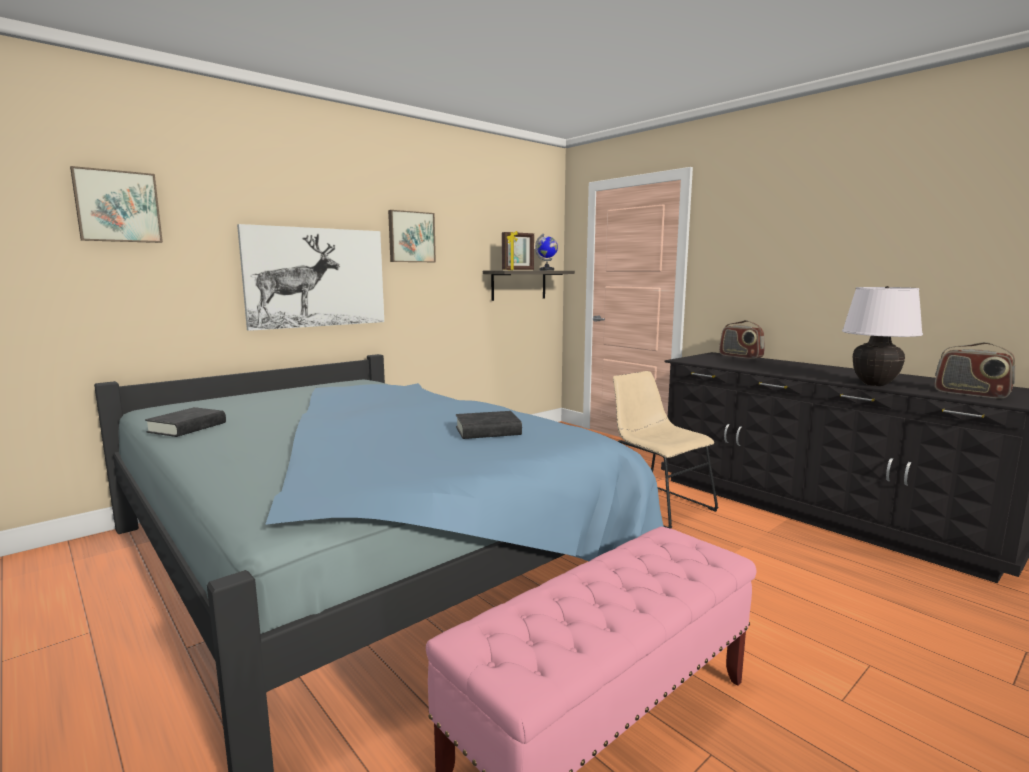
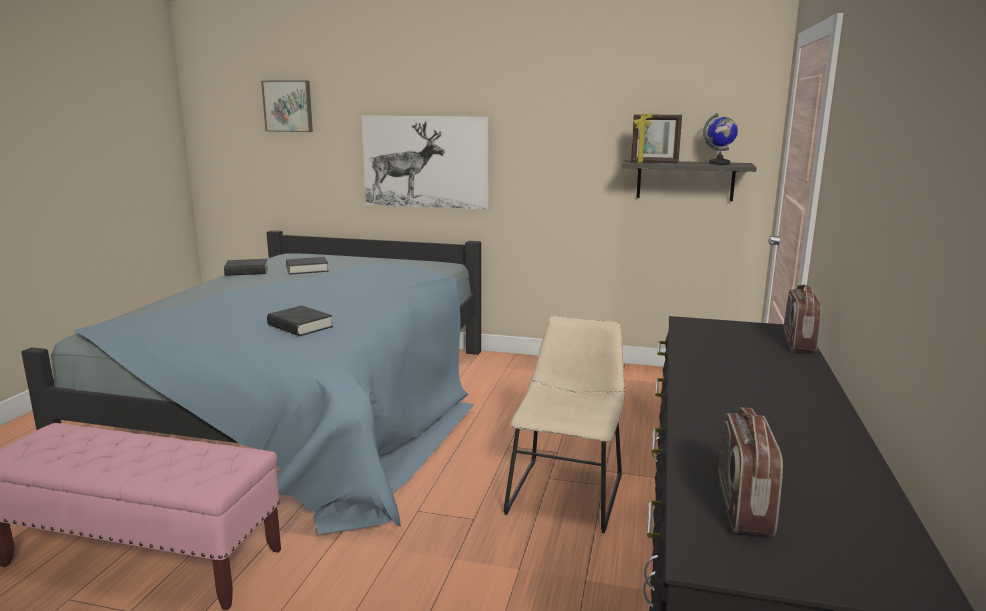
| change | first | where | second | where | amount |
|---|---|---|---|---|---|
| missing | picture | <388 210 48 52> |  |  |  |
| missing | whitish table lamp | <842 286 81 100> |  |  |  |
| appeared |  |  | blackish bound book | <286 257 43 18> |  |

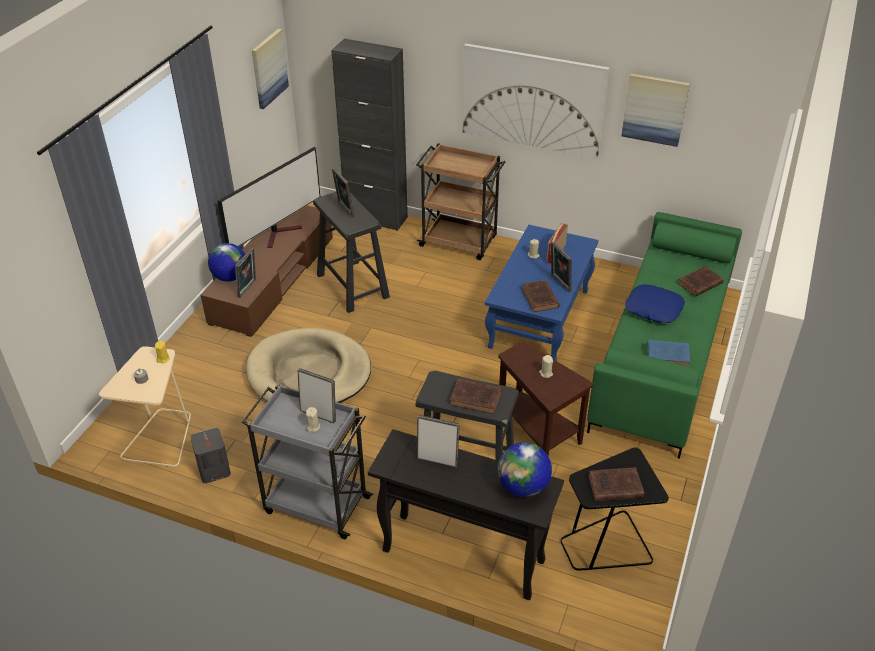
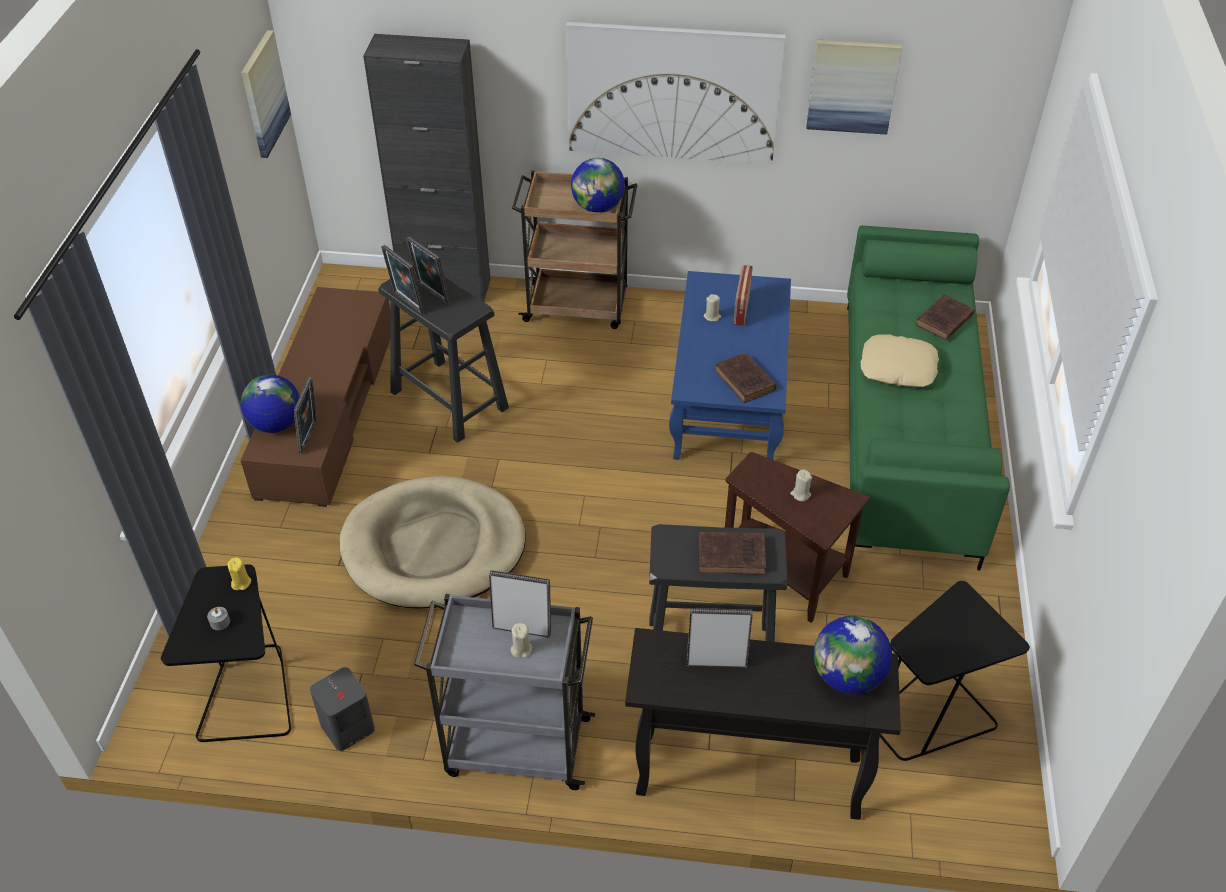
| change | first | where | second | where | amount |
|---|---|---|---|---|---|
| colour | sand-coloured accent table | <99 346 92 121> | blackish accent table | <161 564 130 178> |  |
| missing | TV | <218 147 102 101> |  |  |  |
| relocated | picture frame | <551 241 21 51> |  | <381 245 43 69> |  |
| missing | brown bound book | <588 467 56 34> |  |  |  |
| colour | blue-coloured cushion | <625 284 60 39> | sand-coloured cushion | <861 335 78 52> |  |
| missing | blue-coloured bound book | <647 340 43 26> |  |  |  |
| appeared |  |  | globe | <571 158 54 54> |  |

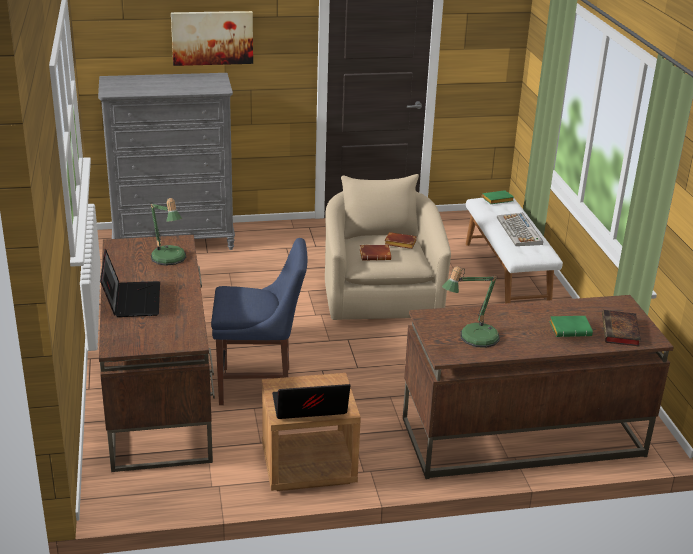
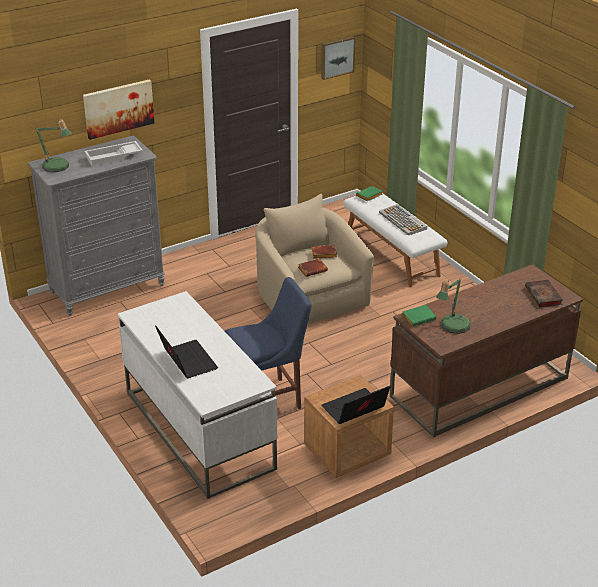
| change | first | where | second | where | amount |
|---|---|---|---|---|---|
| colour | brown desk | <99 235 116 237> | whitish desk | <118 291 159 208> |  |
| relocated | table lamp | <150 198 36 68> |  | <35 119 37 53> |  |
| relocated | green bound book | <549 316 44 21> |  | <402 305 34 22> |  |
| appeared |  |  | whitish carrying tray | <85 141 58 25> |  |
| appeared |  |  | picture | <321 36 34 44> |  |

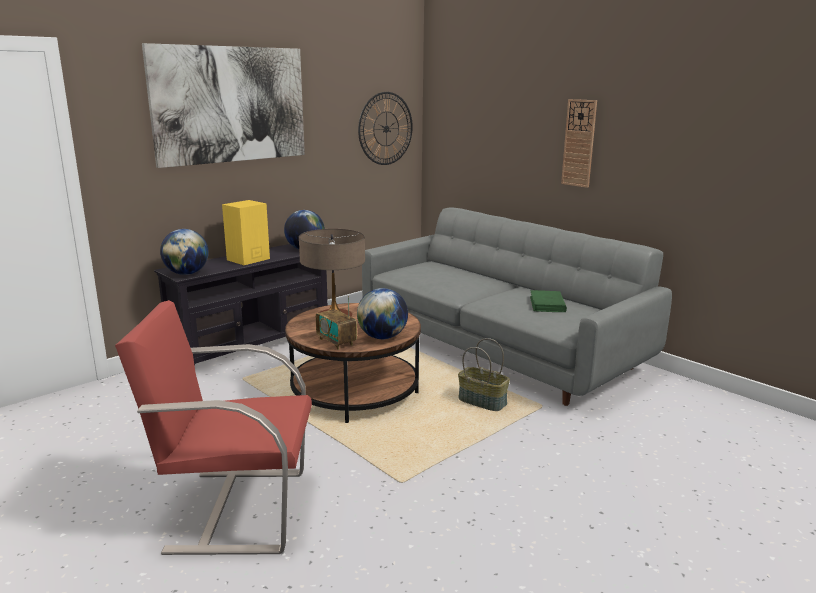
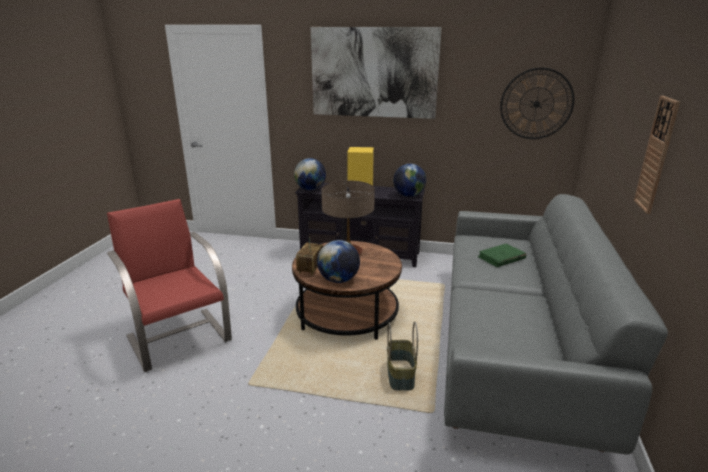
| change | first | where | second | where | amount |
|---|---|---|---|---|---|
| relocated | green bound book | <530 290 37 22> |  | <477 244 49 23> |  |

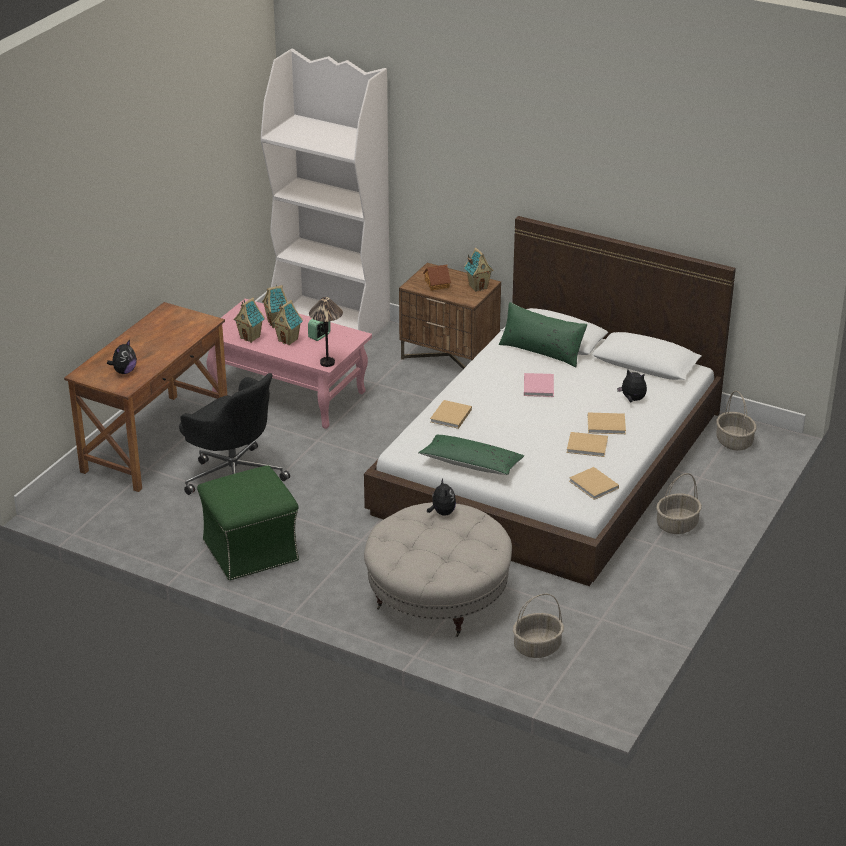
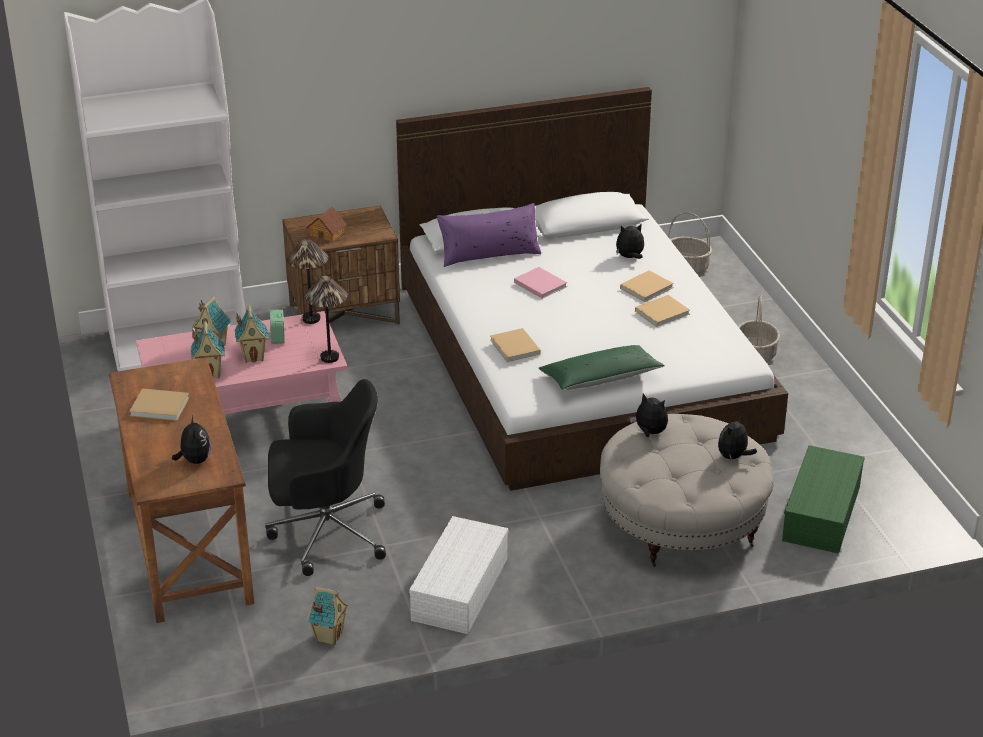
| change | first | where | second | where | amount |
|---|---|---|---|---|---|
| exchanged | green pouffe | <197 465 102 115> | whitish storage bin | <409 516 100 118> |  |
| relocated | miniature house | <464 247 30 45> |  | <306 587 43 58> |  |
| colour | green cushion | <498 302 89 66> | purplish cushion | <437 203 104 64> |  |
| exchanged | basket | <513 594 51 64> | green storage bin | <782 445 83 109> |  |
| relocated | sand-coloured bound book | <569 467 50 33> |  | <129 388 60 33> |  |
| appeared |  |  | table lamp | <287 239 41 85> |  |
| appeared |  |  | plush toy | <718 415 39 45> |  |

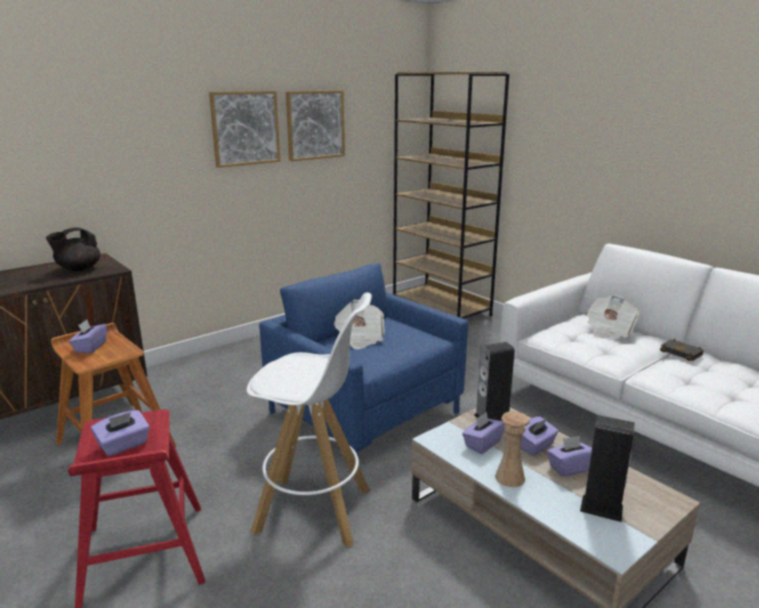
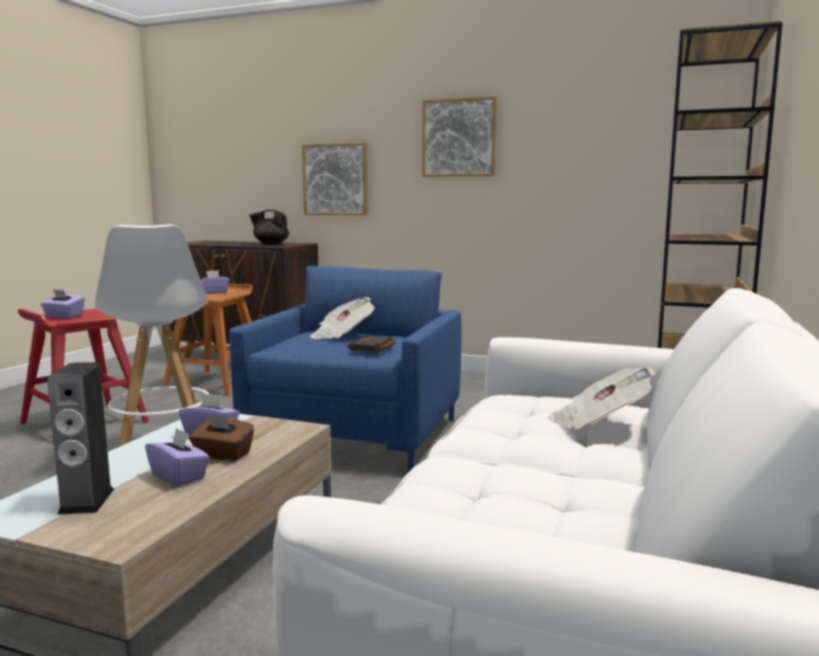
| change | first | where | second | where | amount |
|---|---|---|---|---|---|
| relocated | picture | <286 90 59 71> |  | <302 143 66 72> |  |
| missing | speaker | <474 342 41 79> |  |  |  |
| missing | sand-coloured vase | <495 411 35 76> |  |  |  |
| colour | purplish tissue box | <521 416 38 40> | brown tissue box | <189 414 65 48> |  |
| relocated | blackish bound book | <660 339 44 22> |  | <347 334 49 19> |  |

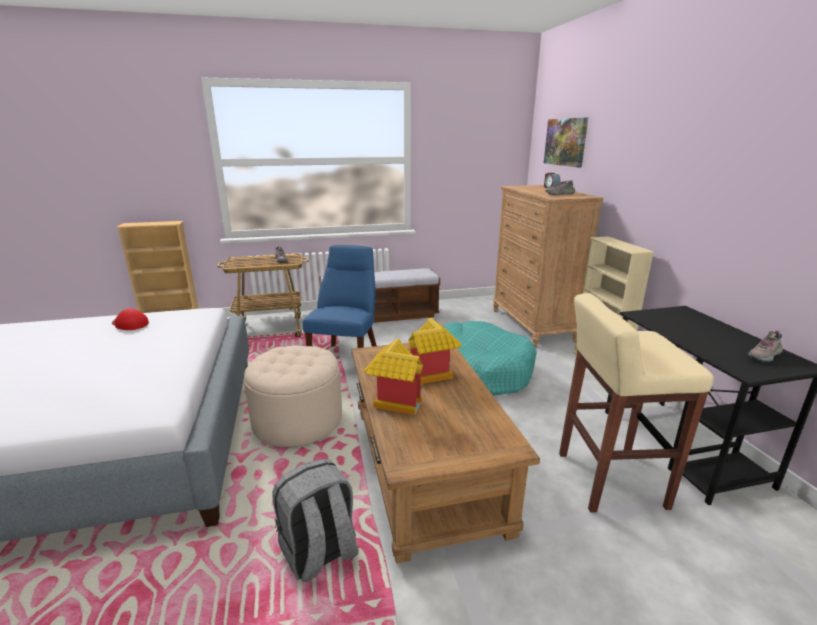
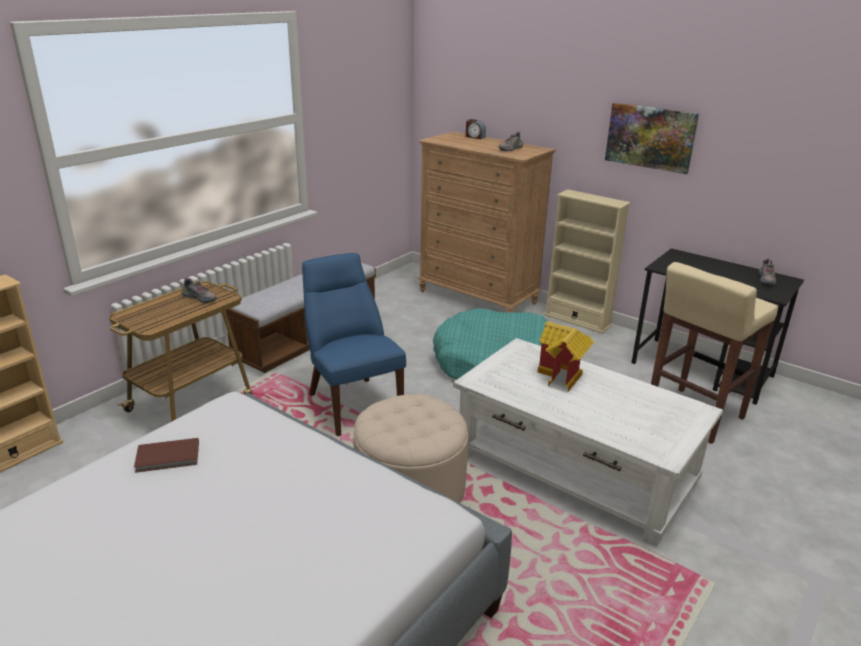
| change | first | where | second | where | amount |
|---|---|---|---|---|---|
| exchanged | red-coloured baseball cap | <112 308 37 22> | brown bound book | <134 438 65 35> |  |
| missing | grey knapsack | <272 459 87 123> |  |  |  |
| colour | brown low table | <351 343 189 220> | whitish low table | <453 338 270 209> |  |
| missing | miniature house | <364 338 59 77> |  |  |  |
| relocated | picture | <544 118 44 49> |  | <605 103 94 71> |  |

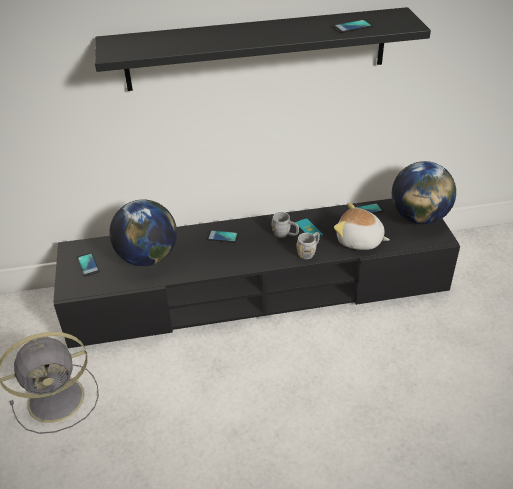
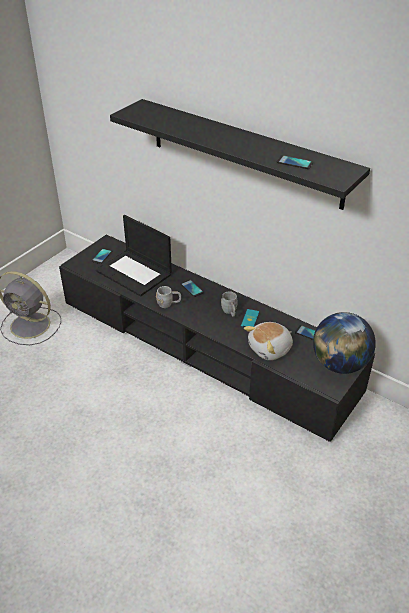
| change | first | where | second | where | amount |
|---|---|---|---|---|---|
| exchanged | globe | <109 199 68 67> | portable computer | <96 215 76 82> |  |
| relocated | grey mug | <296 232 24 27> |  | <156 286 25 22> |  |
| spun | plush toy | <334 202 56 48> |  | <244 322 49 38> | 105 degrees counterclockwise |

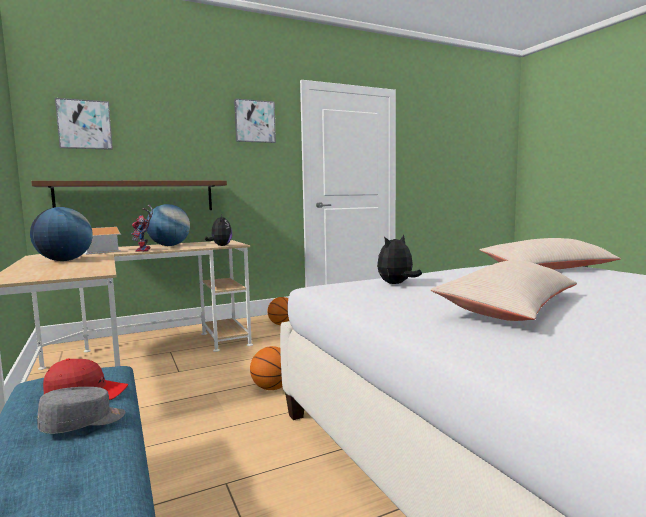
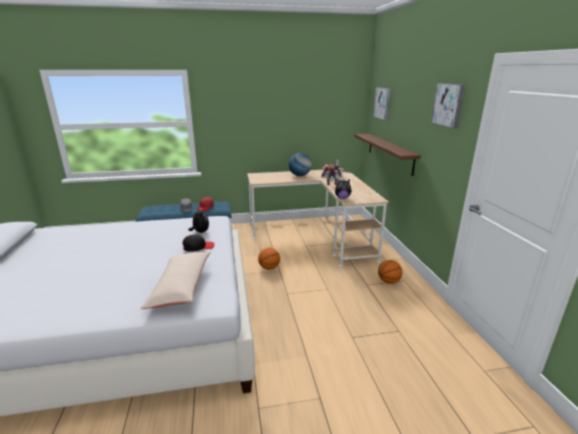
| change | first | where | second | where | amount |
|---|---|---|---|---|---|
| missing | globe | <146 204 44 42> |  |  |  |
| missing | sand-coloured cushion | <431 260 146 61> |  |  |  |
| appeared |  |  | blackish baseball cap | <182 234 33 18> |  |

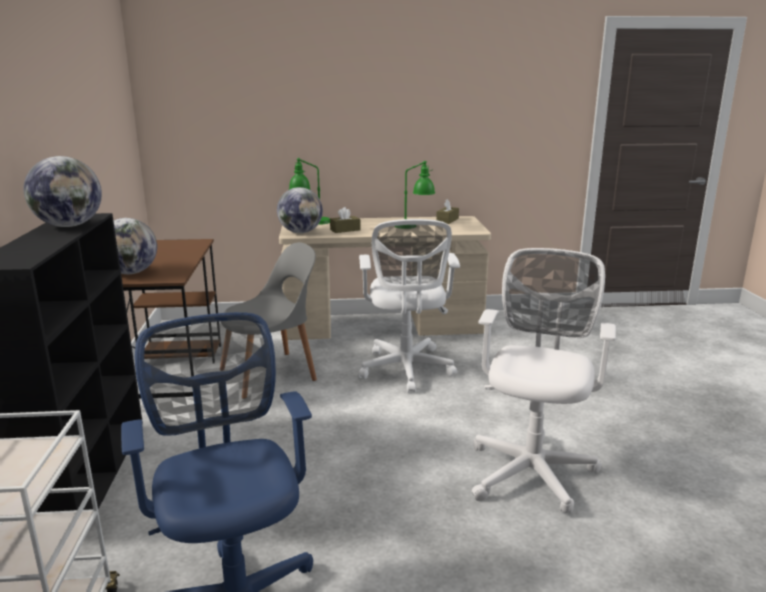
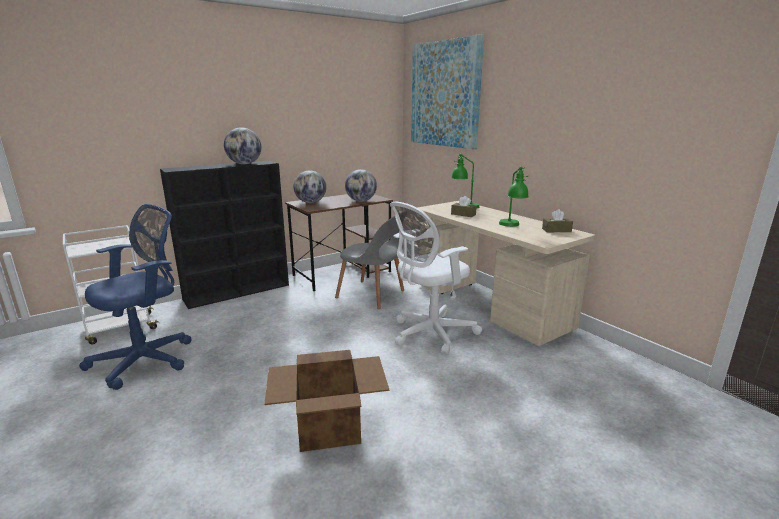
| change | first | where | second | where | amount |
|---|---|---|---|---|---|
| relocated | globe | <277 187 46 46> |  | <345 169 32 33> |  |
| exchanged | whitish office chair | <472 248 144 266> | cardboard box | <264 350 125 102> |  |
| appeared |  |  | picture | <411 34 73 115> |  |

